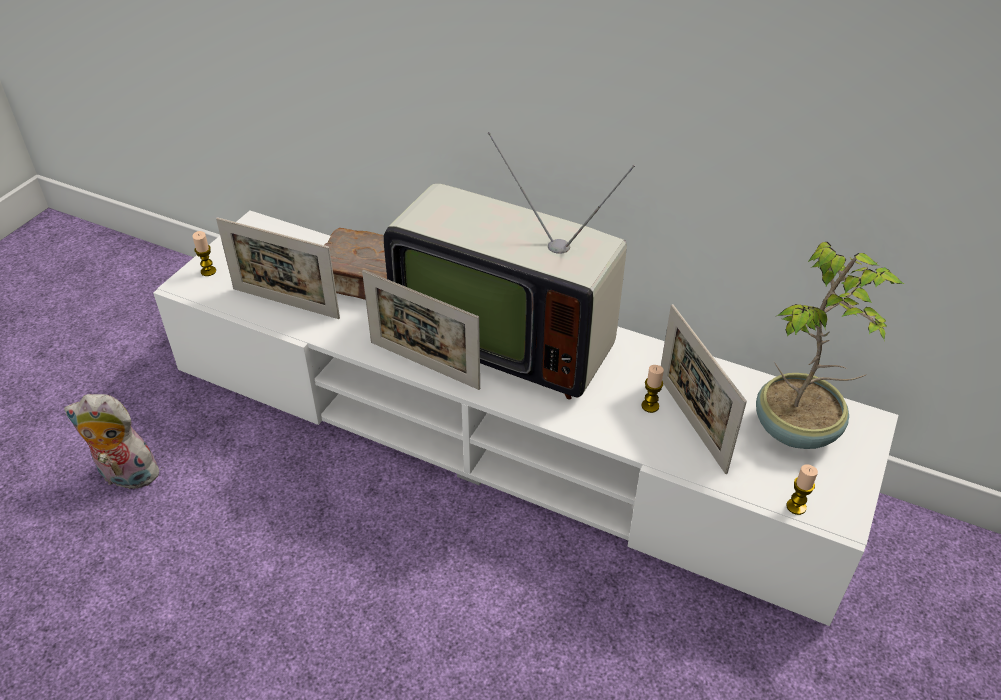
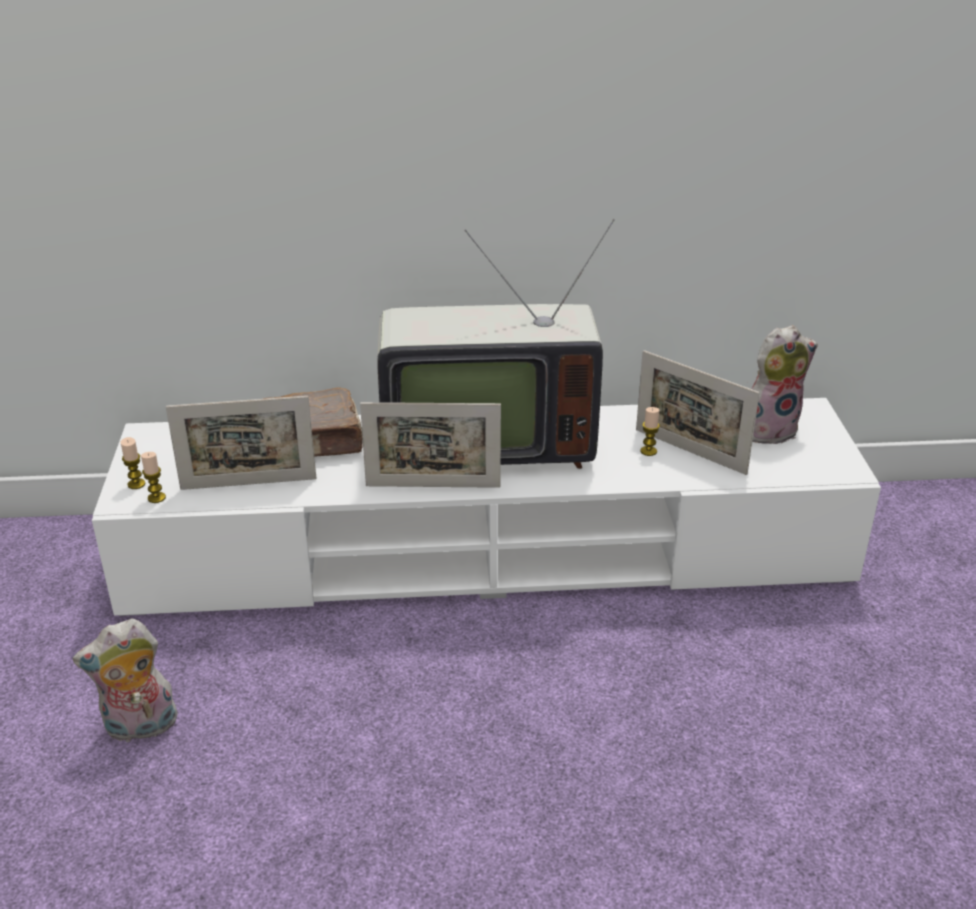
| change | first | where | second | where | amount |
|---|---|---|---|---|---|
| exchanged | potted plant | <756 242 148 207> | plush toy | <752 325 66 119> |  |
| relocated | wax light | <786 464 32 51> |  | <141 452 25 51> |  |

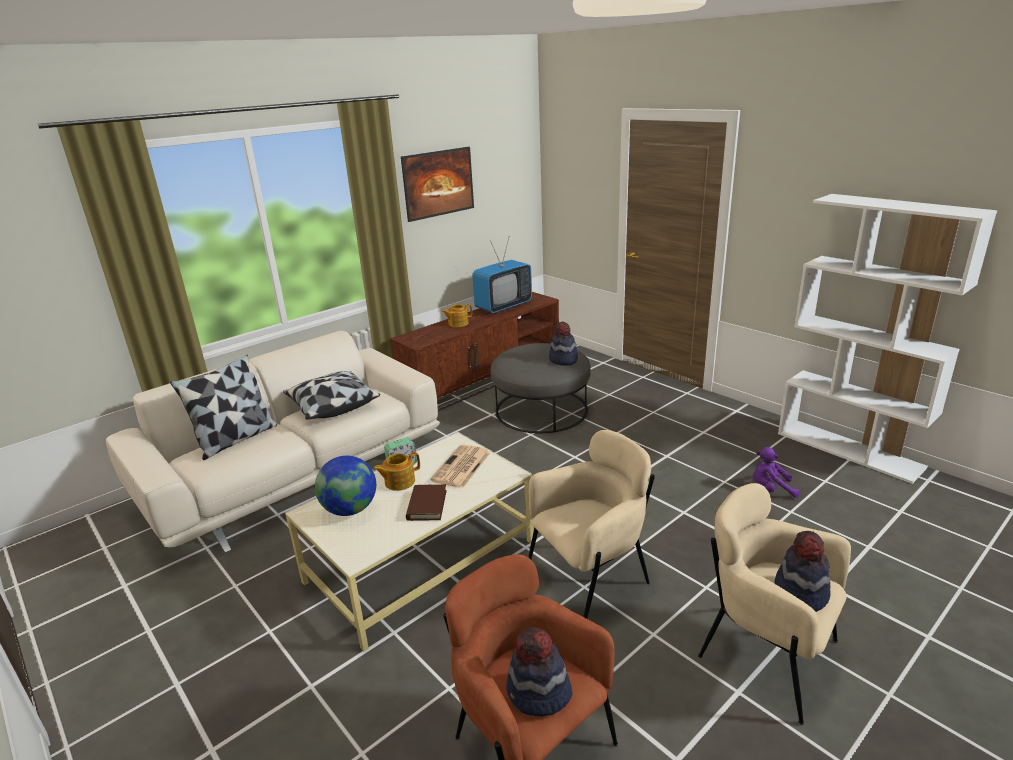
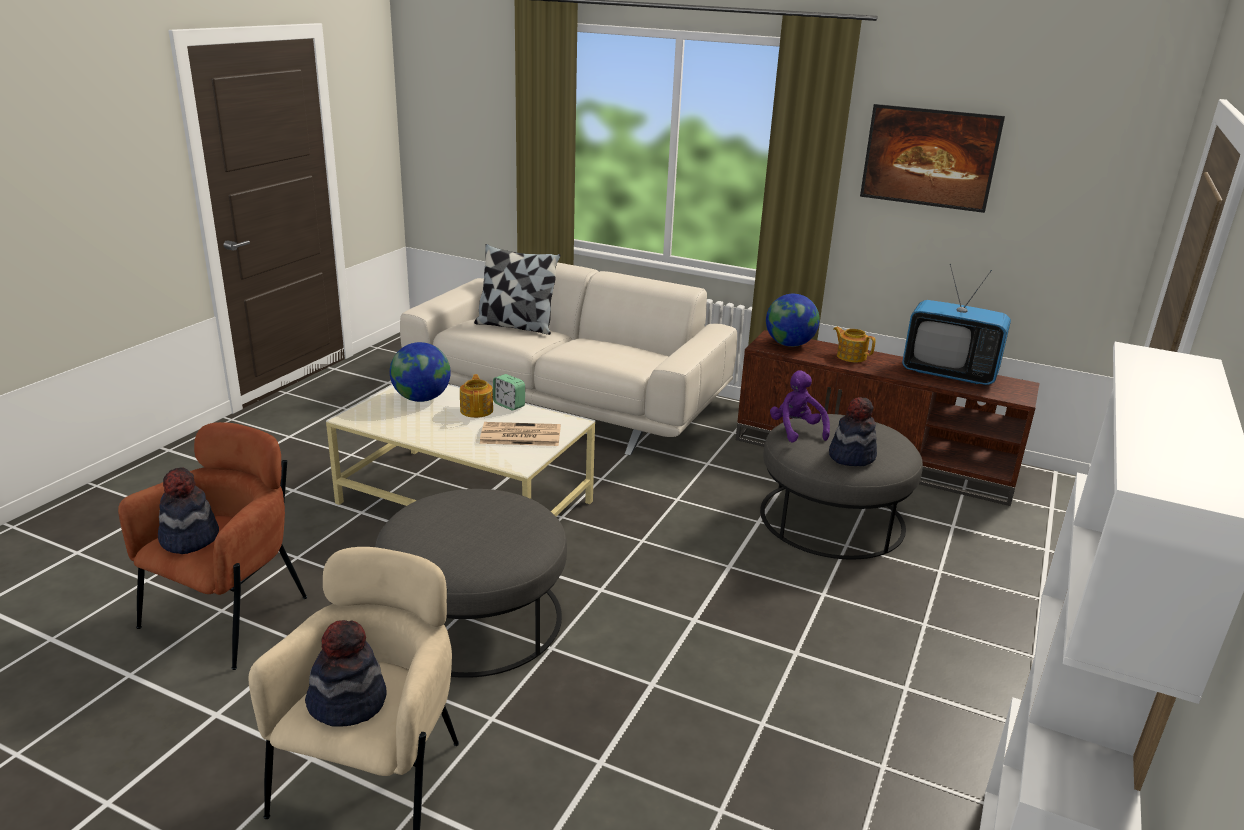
| change | first | where | second | where | amount |
|---|---|---|---|---|---|
| missing | cushion | <283 371 97 49> |  |  |  |
| spun | pot for tea | <373 452 47 39> |  | <460 374 33 44> | 45 degrees clockwise |
| missing | brown bound book | <406 484 41 37> |  |  |  |
| exchanged | sand-coloured lounge chair | <528 430 127 189> | grey pouffe | <375 489 192 189> |  |
| relocated | purplish plush toy | <753 447 47 51> |  | <770 370 60 73> |  |
| appeared |  |  | globe | <766 294 54 53> |  |

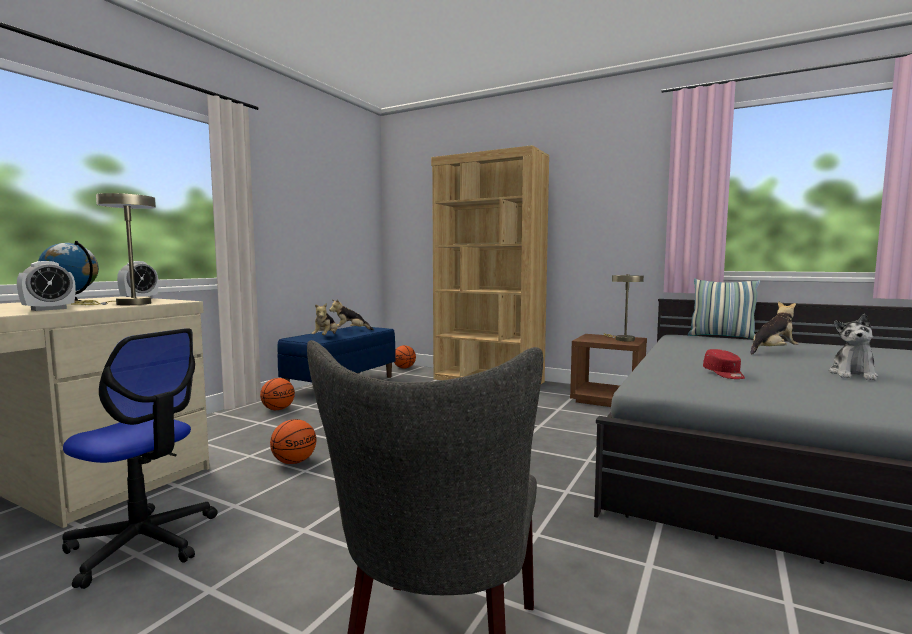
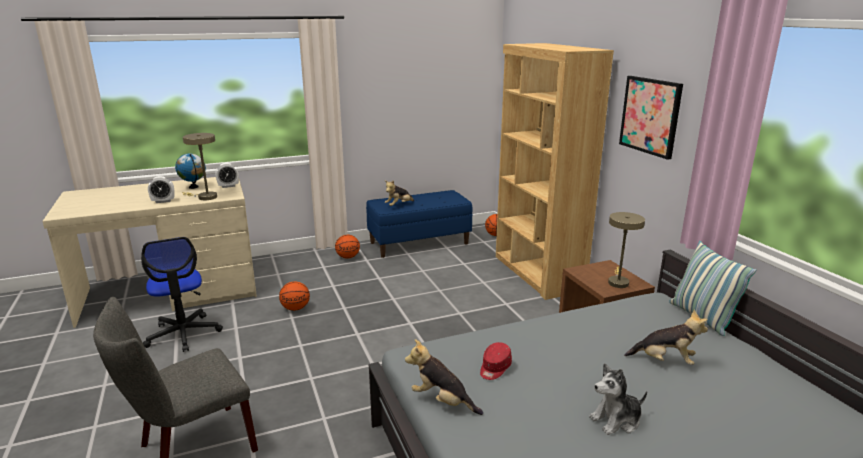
| change | first | where | second | where | amount |
|---|---|---|---|---|---|
| relocated | plush toy | <329 299 45 31> |  | <405 339 78 76> |  |
| appeared |  |  | picture | <619 76 64 84> |  |

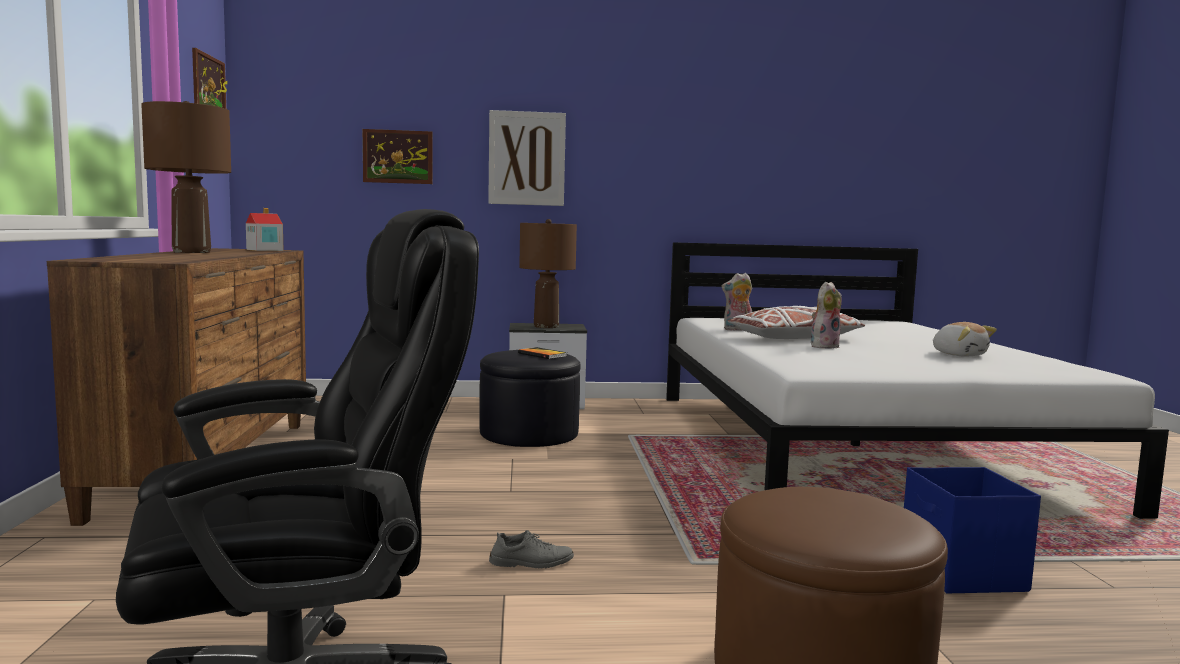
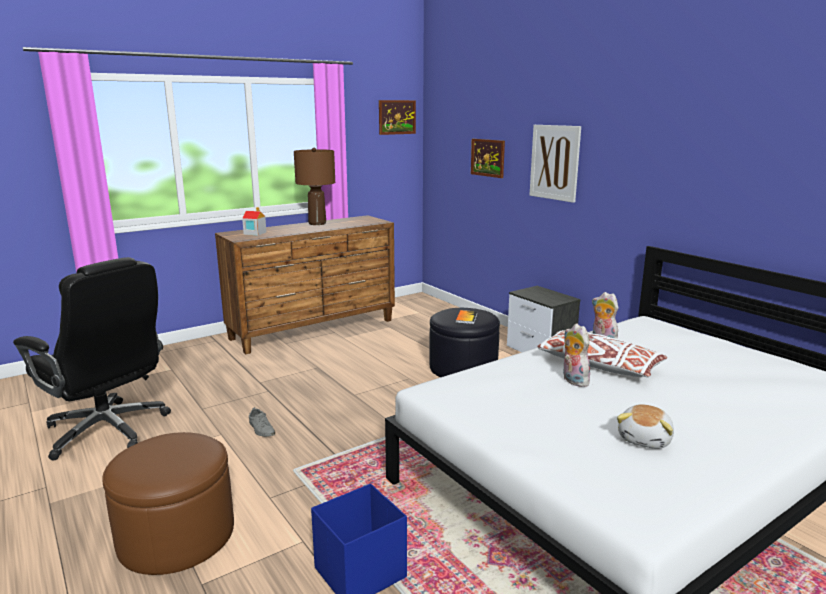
| change | first | where | second | where | amount |
|---|---|---|---|---|---|
| relocated | miniature house | <246 208 38 43> |  | <242 207 24 28> |  |
| missing | brown table lamp | <519 219 58 109> |  |  |  |
| spun | plush toy | <811 282 31 67> |  | <563 324 27 63> | 135 degrees counterclockwise |

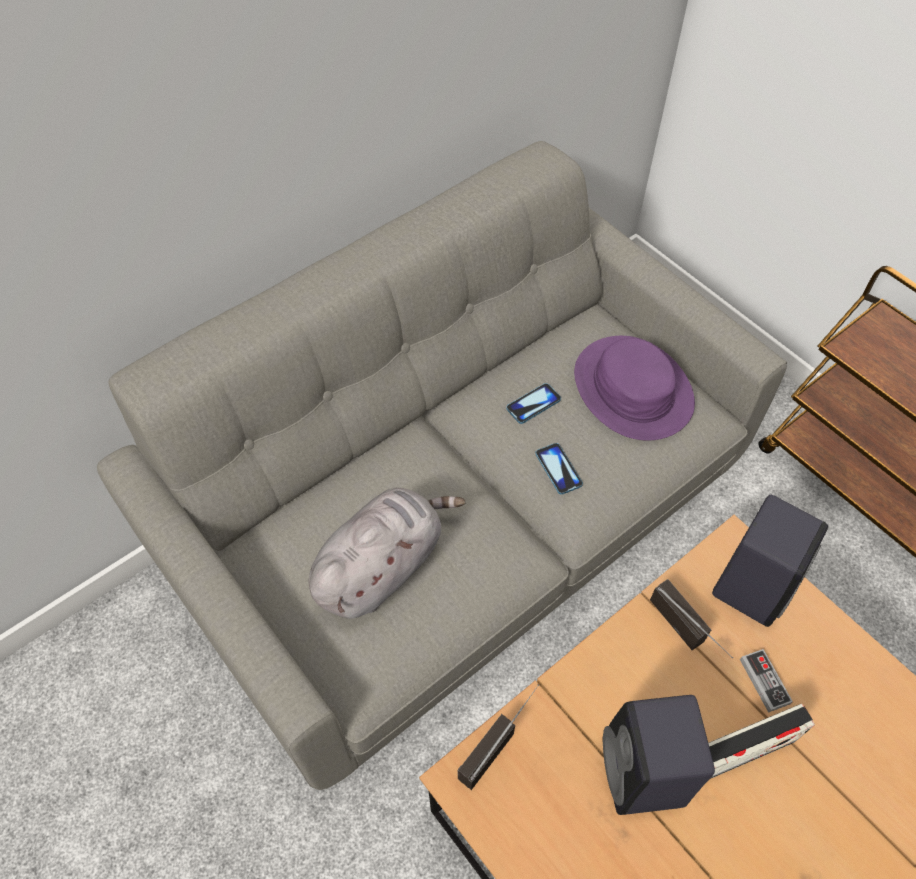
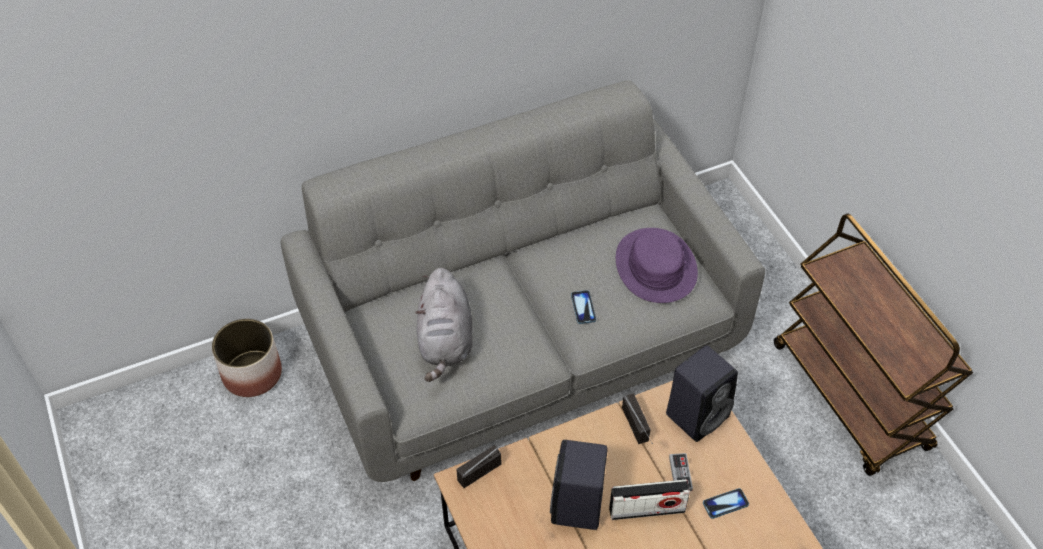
| change | first | where | second | where | amount |
|---|---|---|---|---|---|
| spun | grey plush toy | <309 488 157 131> |  | <415 268 58 114> | 120 degrees clockwise |
| relocated | phone | <506 383 55 41> |  | <703 488 46 31> |  |
| appeared |  |  | planter | <212 319 70 78> |  |

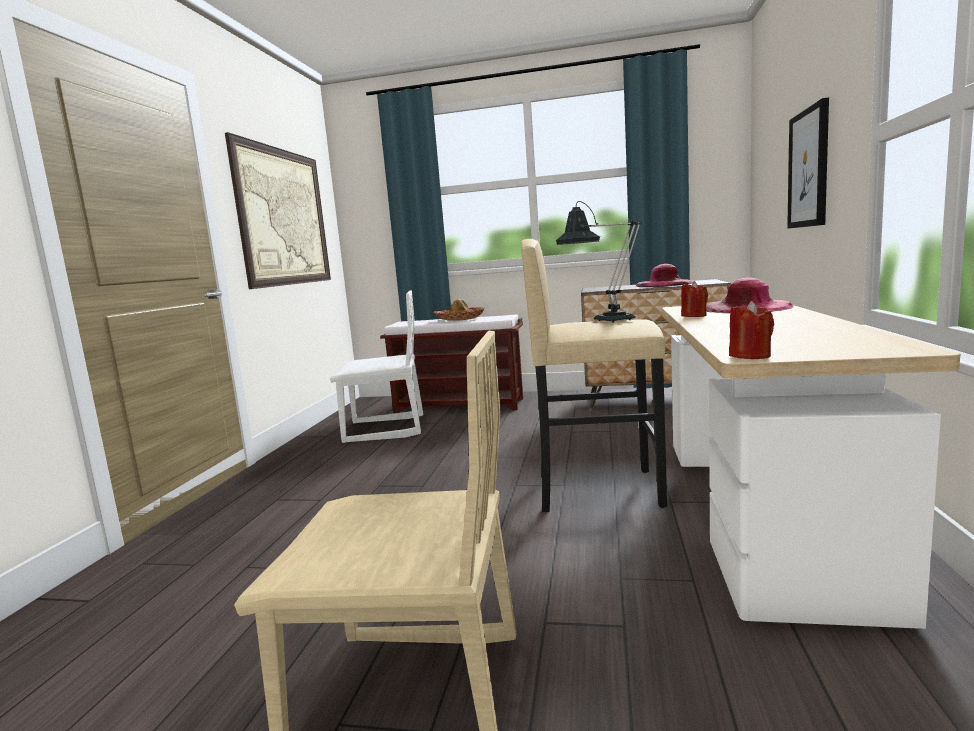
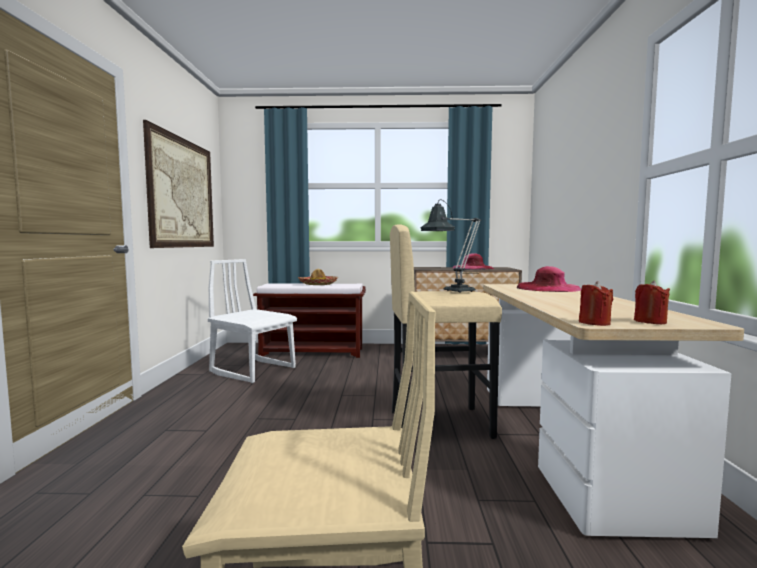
| change | first | where | second | where | amount |
|---|---|---|---|---|---|
| spun | whitish plain chair | <330 291 93 152> |  | <208 259 89 124> | 135 degrees counterclockwise |
| relocated | red-coloured wax light | <681 281 27 36> |  | <634 281 36 43> |  |
| missing | picture | <787 97 42 132> |  |  |  |

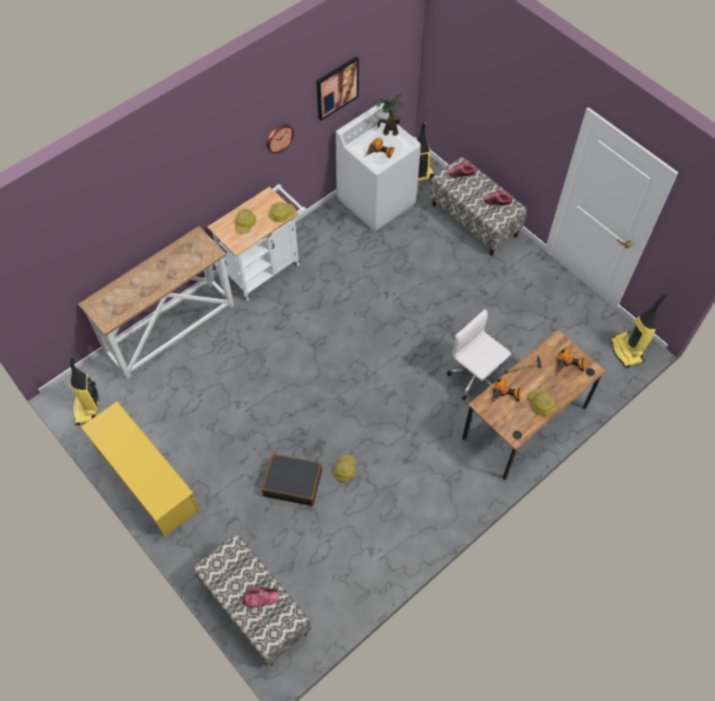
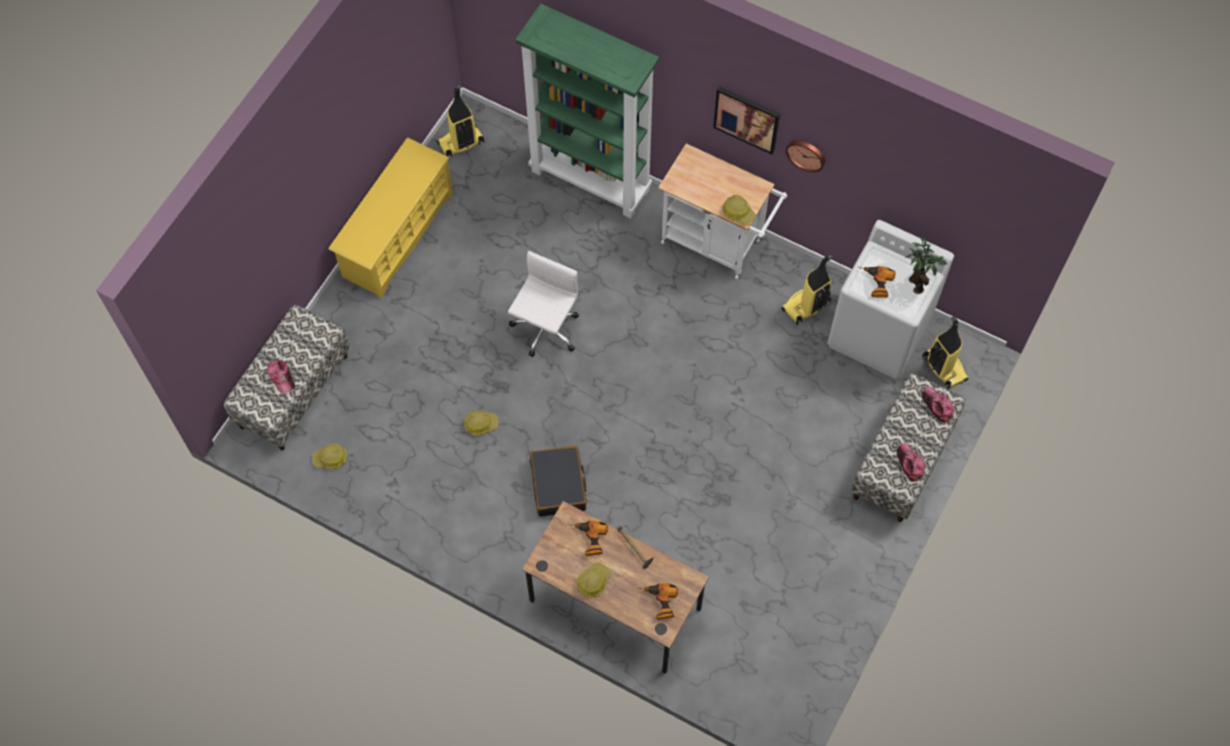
| change | first | where | second | where | amount |
|---|---|---|---|---|---|
| exchanged | hall table | <78 226 156 153> | green bookshelf | <515 4 144 215> |  |
| relocated | safety helmet | <235 209 21 25> |  | <312 444 35 25> |  |
| relocated | blackish suitcase | <262 454 60 52> |  | <530 445 57 72> |  |
| relocated | picture | <316 56 43 65> |  | <713 86 67 68> |  |
| relocated | whitish office chair | <447 309 64 91> |  | <508 251 71 106> |  |
| relocated | vacuum cleaner | <611 292 57 76> |  | <781 255 52 70> |  |

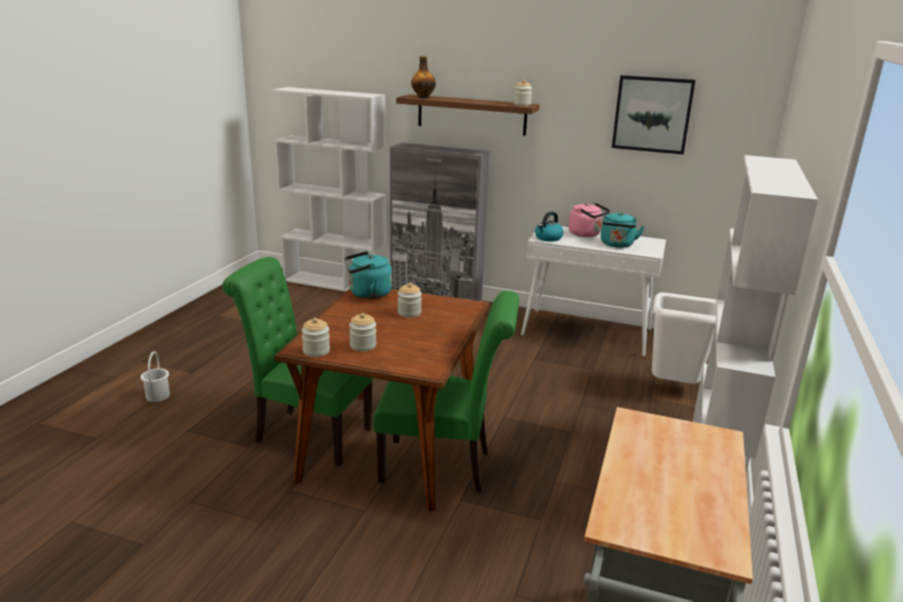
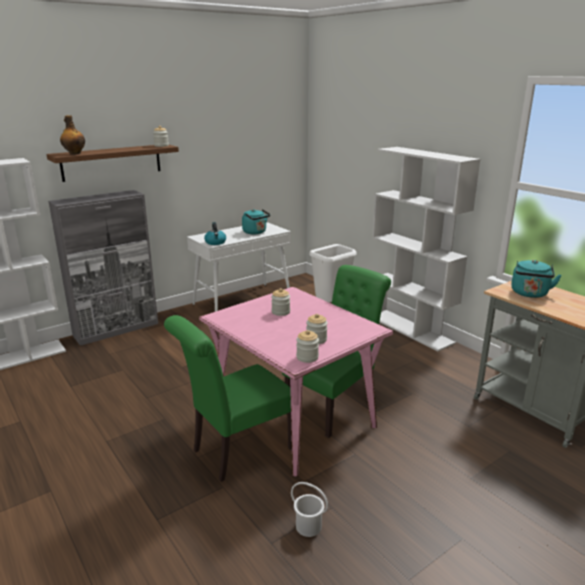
| change | first | where | second | where | amount |
|---|---|---|---|---|---|
| relocated | whitish bucket | <141 351 29 51> |  | <291 482 37 55> |  |
| colour | brown kitchen table | <274 288 216 223> | pink-coloured kitchen table | <199 287 194 189> |  |
| relocated | turquoise-coloured kettle | <344 251 48 48> |  | <511 260 51 38> |  |
| missing | pink-coloured kettle | <569 203 41 34> |  |  |  |
| missing | picture | <612 75 84 80> |  |  |  |

